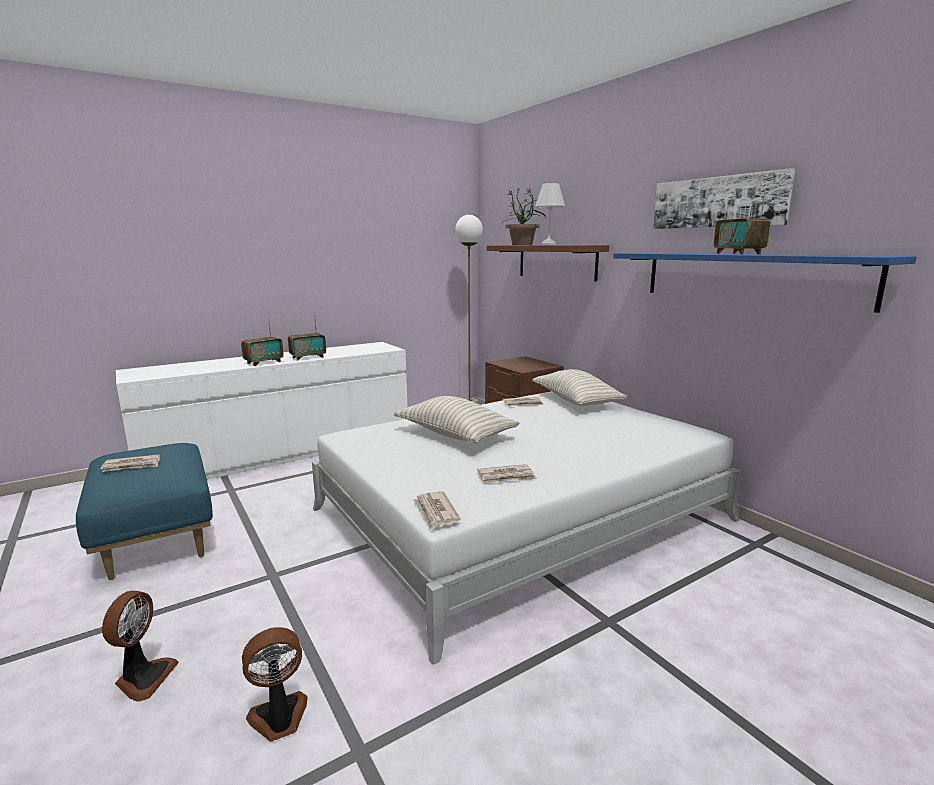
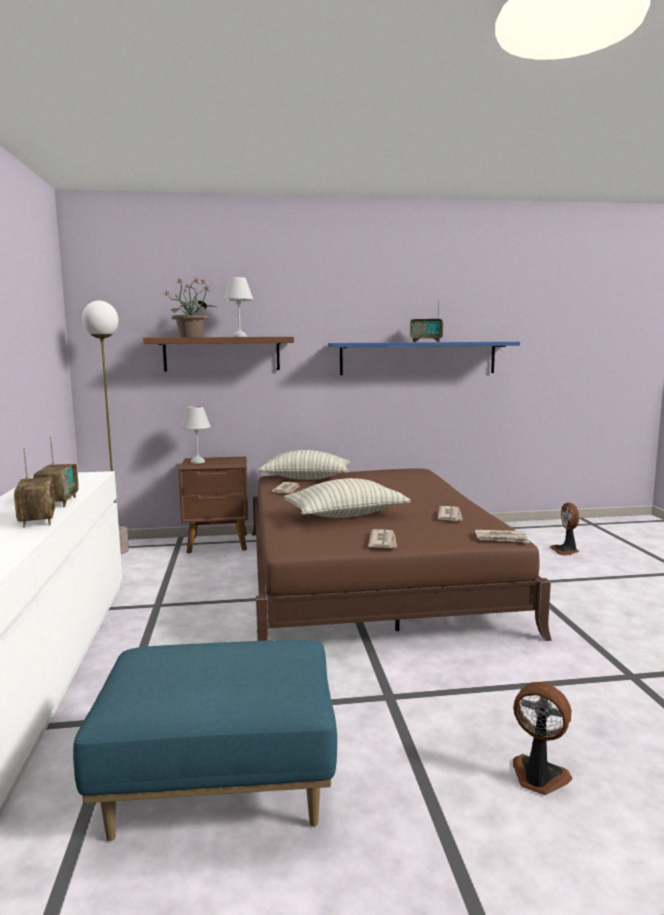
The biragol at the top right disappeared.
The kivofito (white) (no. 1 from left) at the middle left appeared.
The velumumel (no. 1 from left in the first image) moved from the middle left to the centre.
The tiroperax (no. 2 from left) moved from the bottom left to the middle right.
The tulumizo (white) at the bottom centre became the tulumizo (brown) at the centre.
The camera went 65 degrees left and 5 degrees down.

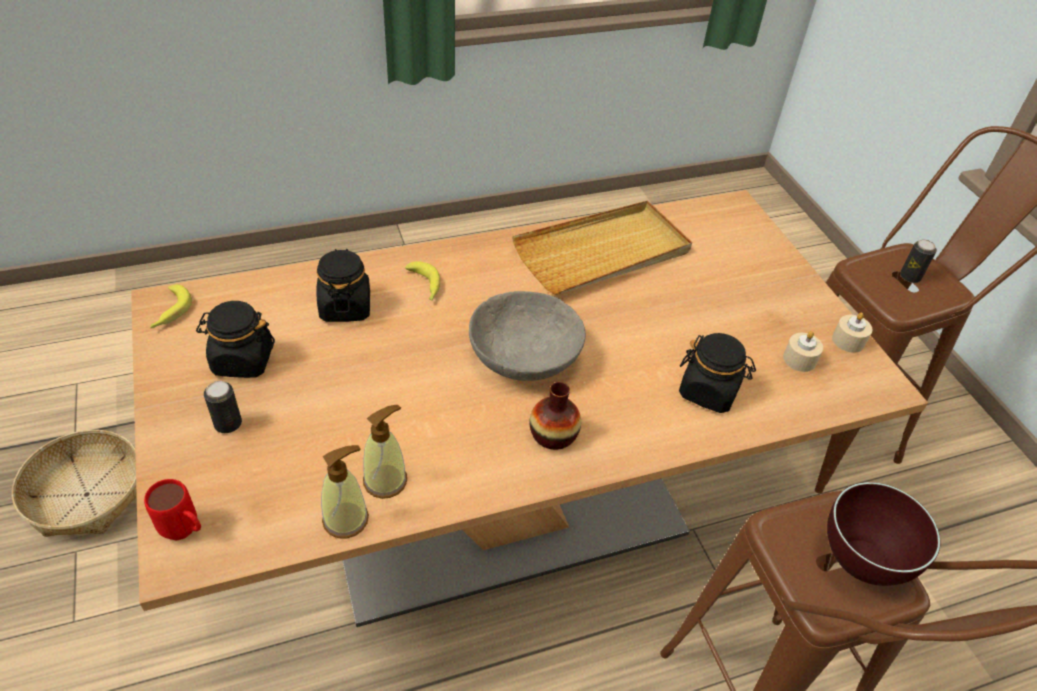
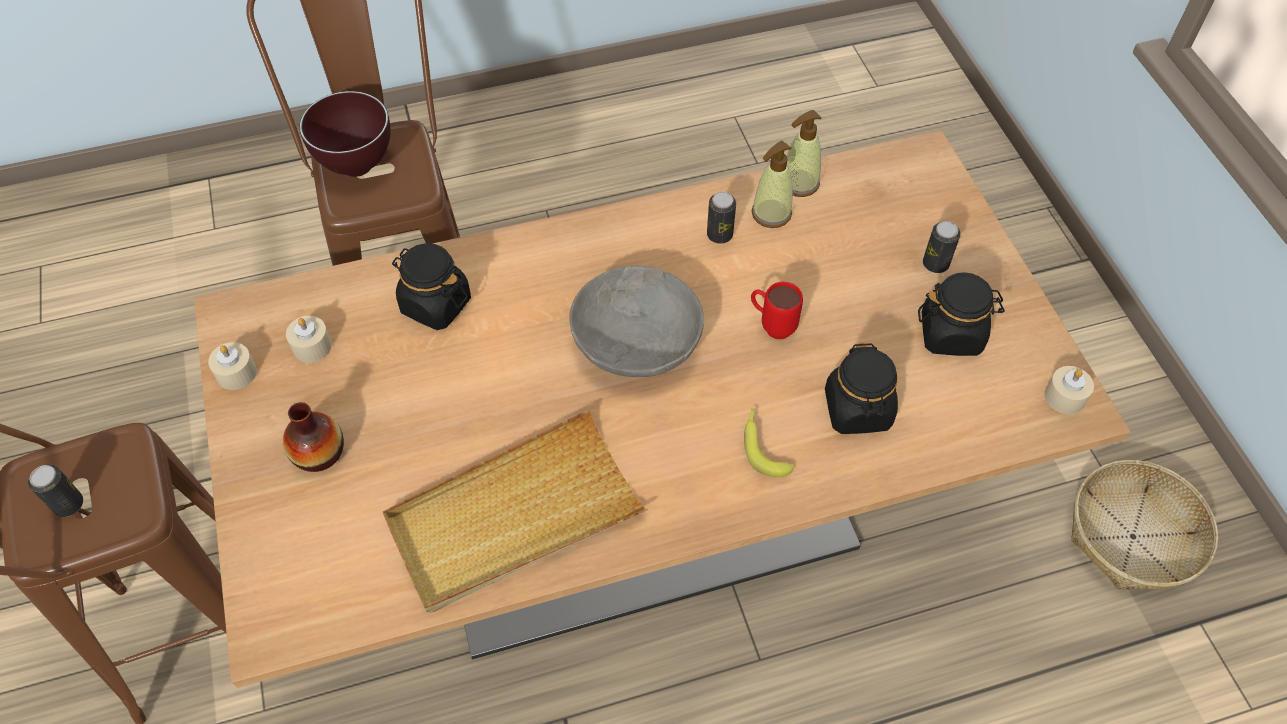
The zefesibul (no. 2 from left) at the top centre appeared.
The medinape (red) moved from the bottom left to the centre.
The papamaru moved from the centre to the middle left.
The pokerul (no. 1 from left) at the middle left was replaced by the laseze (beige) (no. 3 from left) at the middle right.
The camera went 175 degrees left and 10 degrees up.

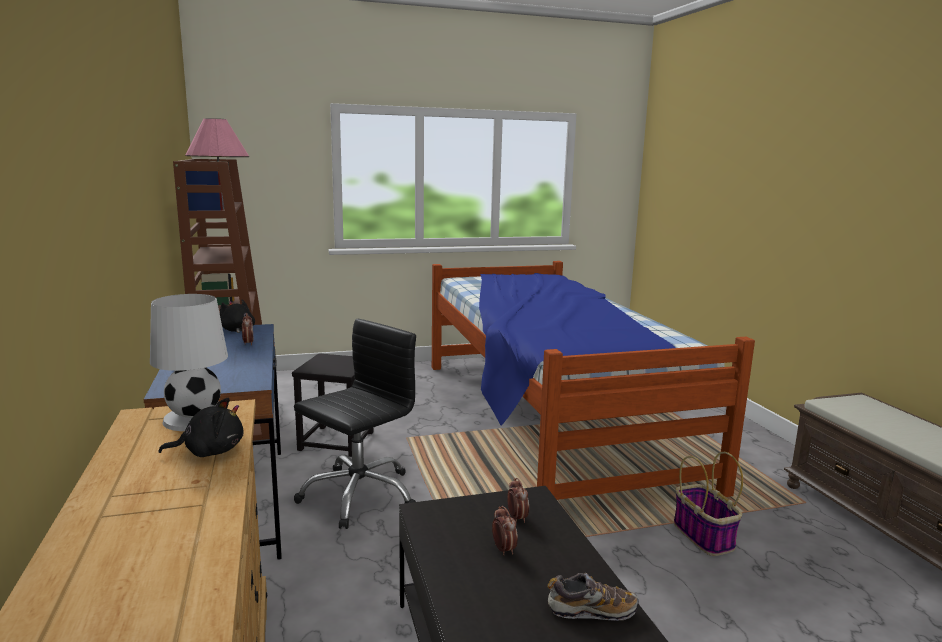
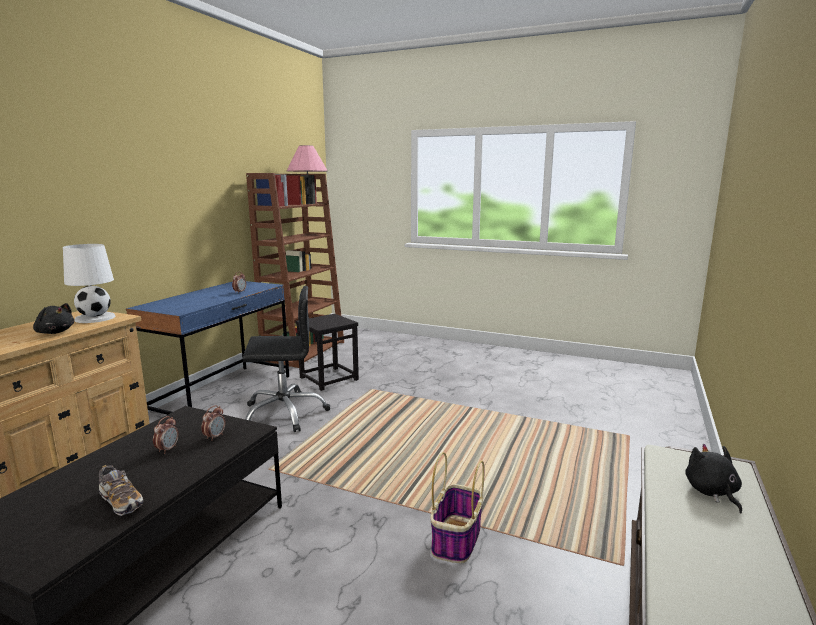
The tulumizo at the centre disappeared.
The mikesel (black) (no. 2 from left) moved from the middle left to the bottom right.
The camera went 40 degrees right and 0 degrees up.

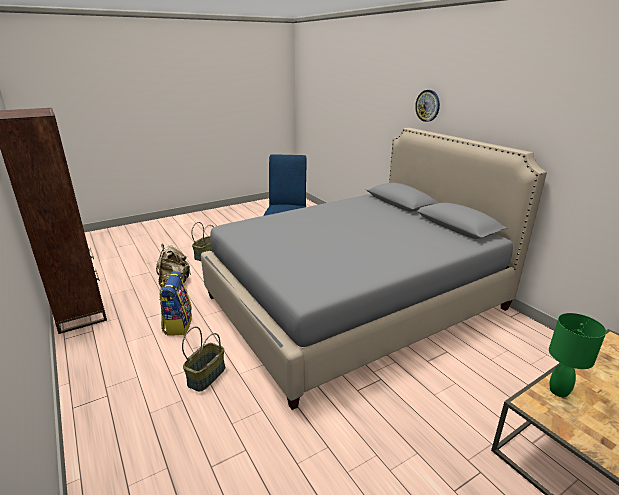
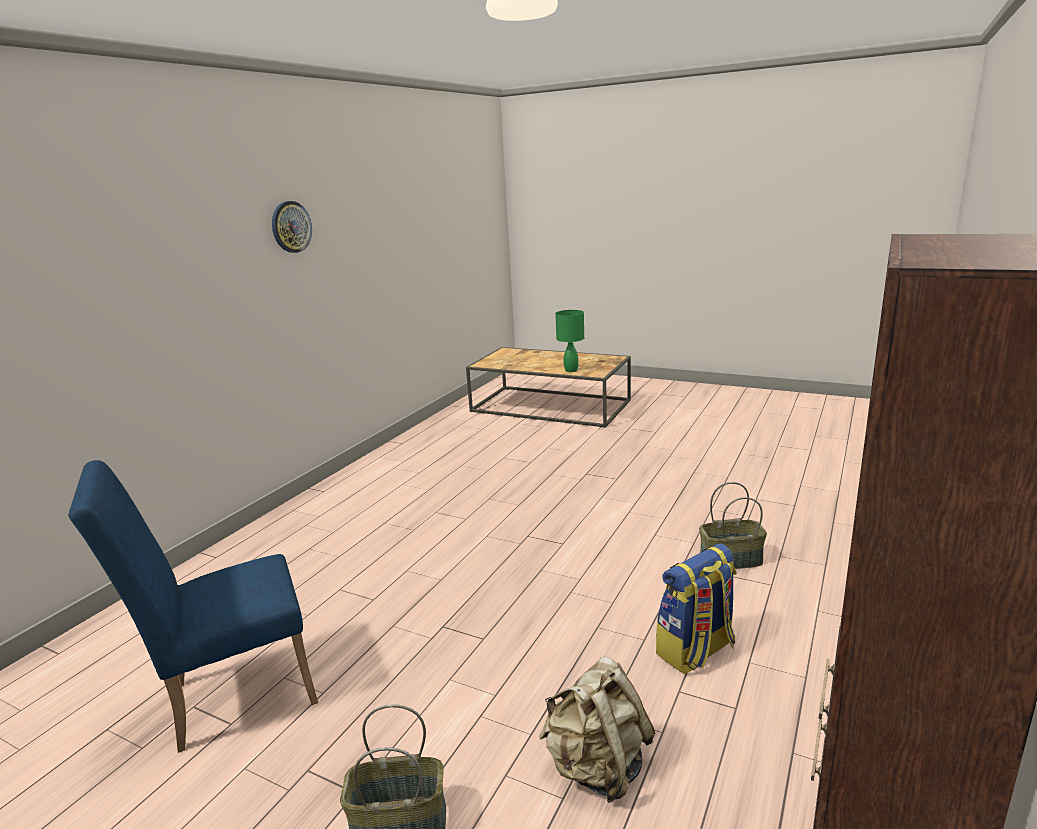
The tulumizo (grey) at the centre disappeared.
The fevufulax moved from the top right to the top left.
The camera went 120 degrees left and 5 degrees down.

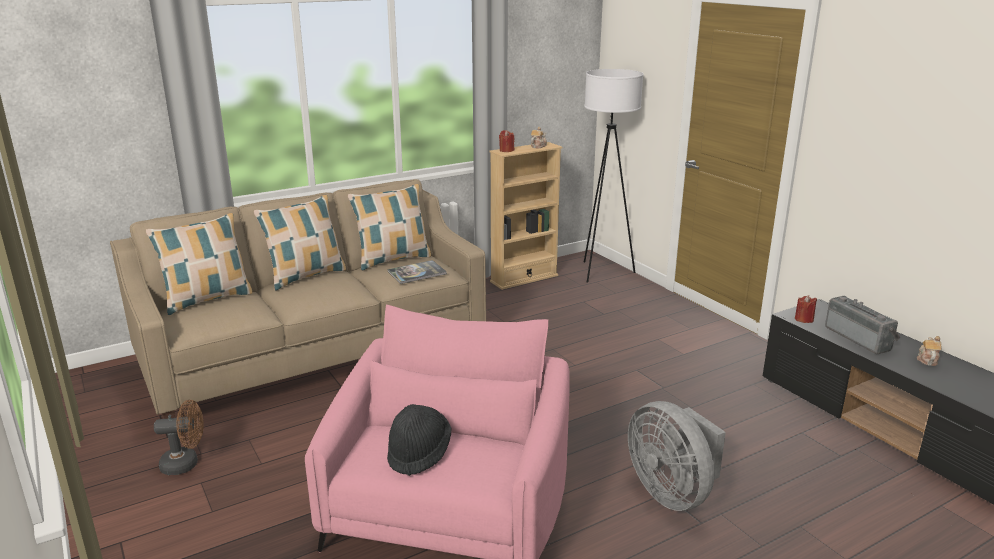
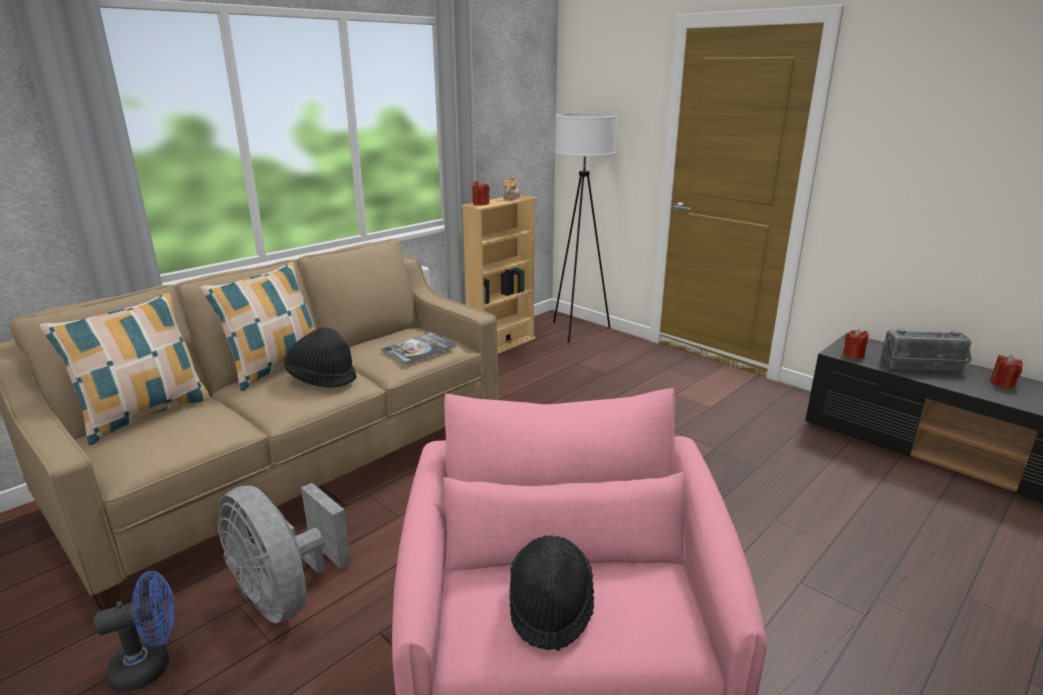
The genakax (no. 3 from left) at the centre disappeared.
The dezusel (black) (no. 1 from left) at the middle left appeared.
The tiroperax (grey) moved from the bottom right to the bottom left.
The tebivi (no. 2 from left) at the middle right was replaced by the laseze (red) (no. 3 from left) at the middle right.
The tiroperax (brown) at the bottom left became the tiroperax (blue) at the bottom left.
The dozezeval at the middle right turned 135 degrees clockwise.
The camera went 15 degrees left and 0 degrees up.

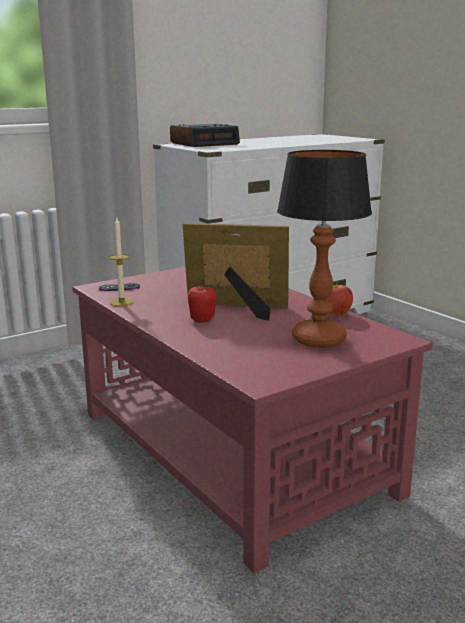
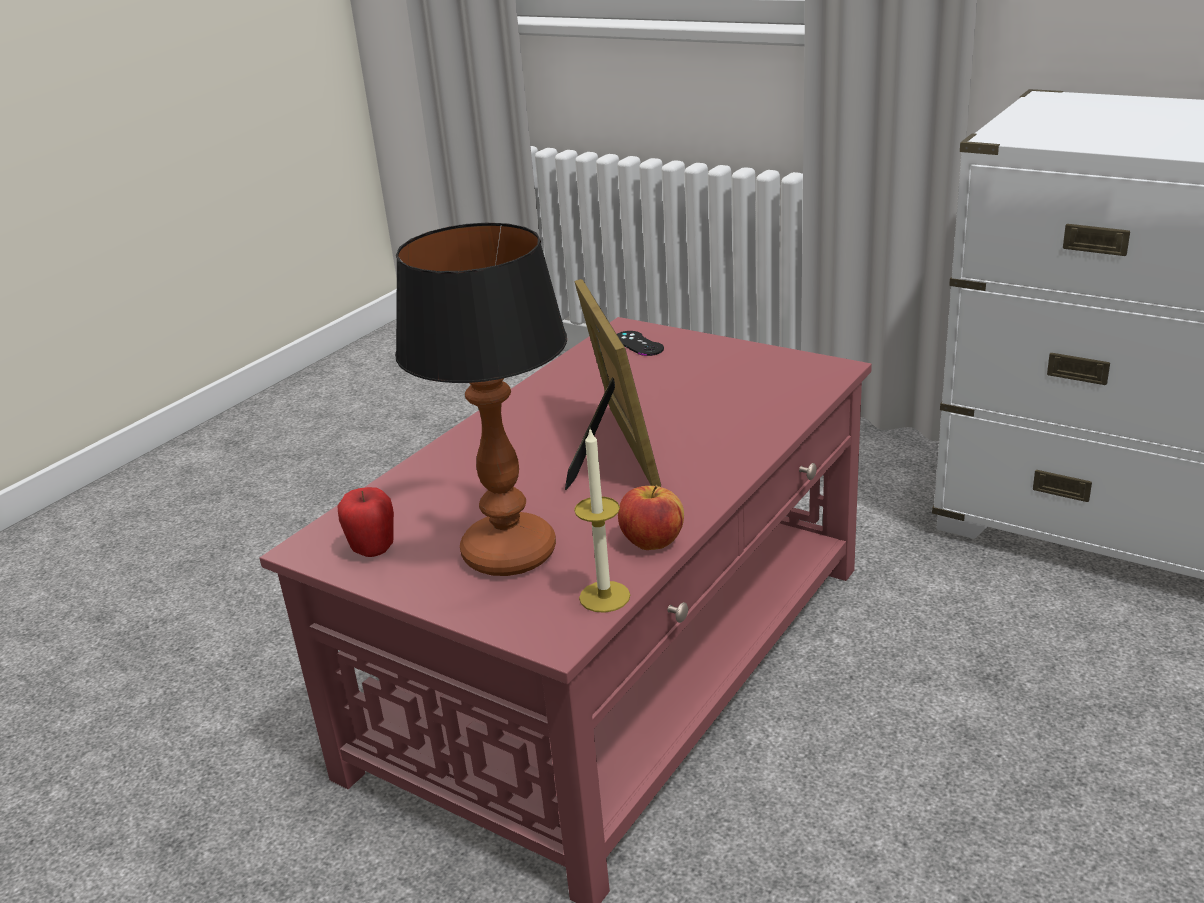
The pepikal at the top centre disappeared.
The laseze moved from the middle left to the centre.
The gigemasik (no. 1 from left) moved from the centre to the middle left.
The camera went 70 degrees right and 10 degrees up.

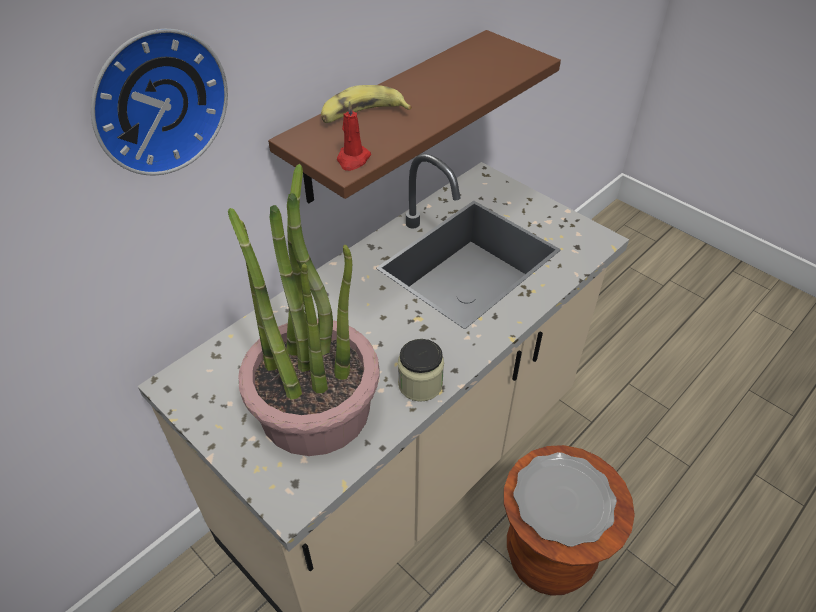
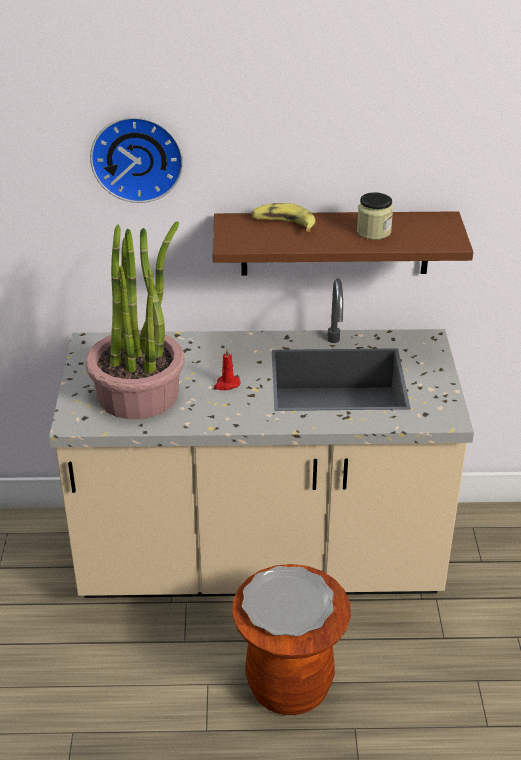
The laseze (red) moved from the top centre to the centre.
The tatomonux moved from the centre to the top right.
The camera went 45 degrees right and 10 degrees down.

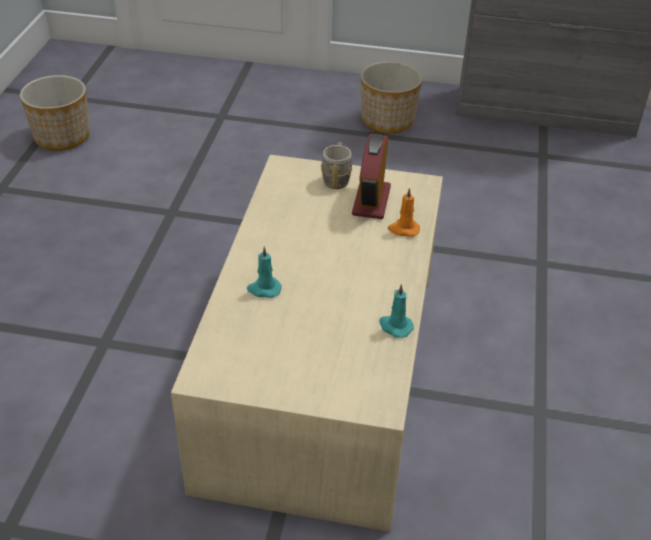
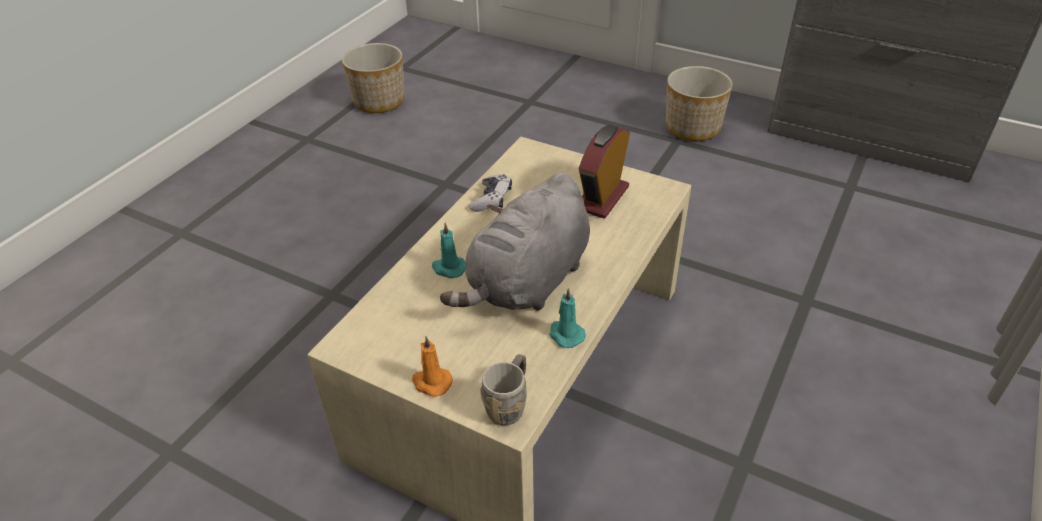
The mikesel (grey) at the centre appeared.
The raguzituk at the centre appeared.
The medinape (grey) moved from the top centre to the bottom centre.
The laseze (orange) moved from the centre to the bottom centre.
The camera went 20 degrees right and 0 degrees up.

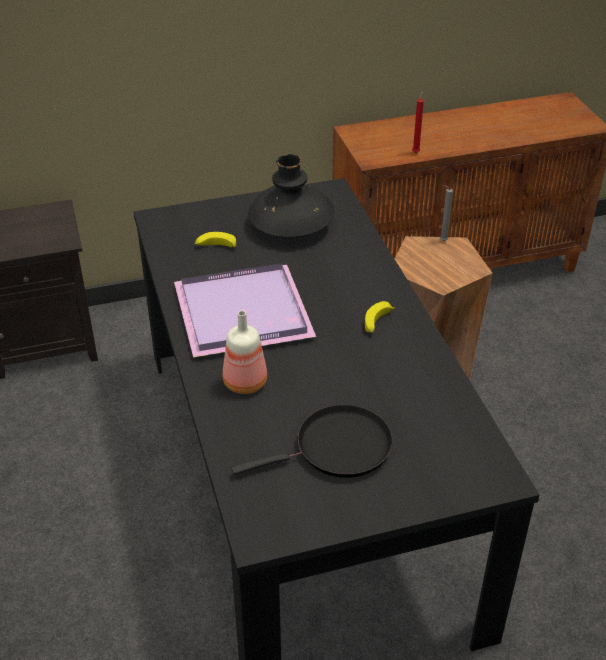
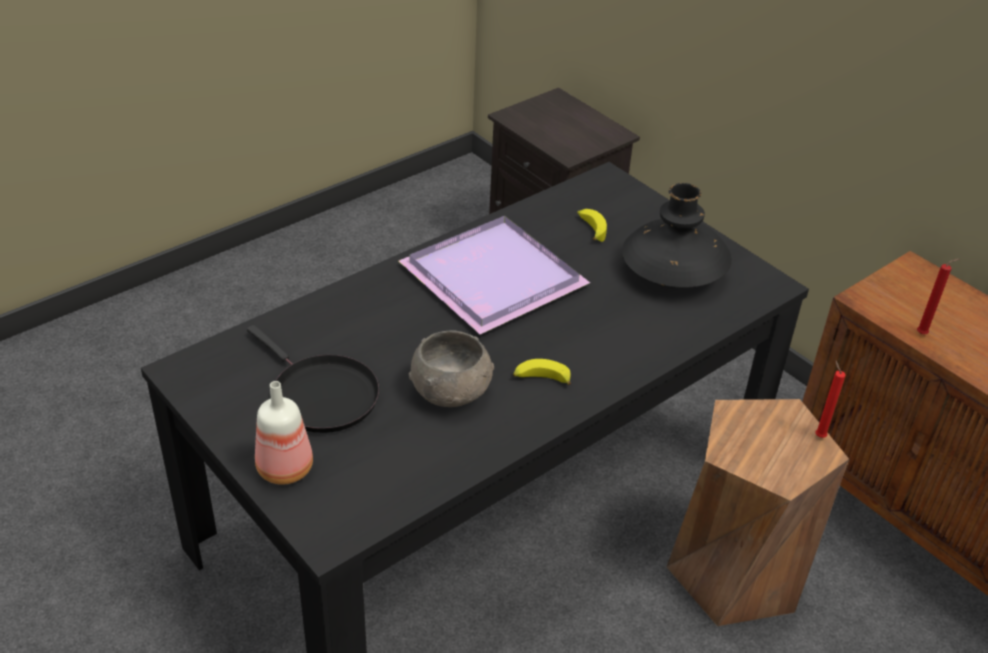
The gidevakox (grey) at the centre appeared.
The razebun moved from the centre to the middle left.
The laseze (grey) at the top right became the laseze (red) (no. 1 from left) at the middle right.
The camera went 65 degrees right and 0 degrees up.

